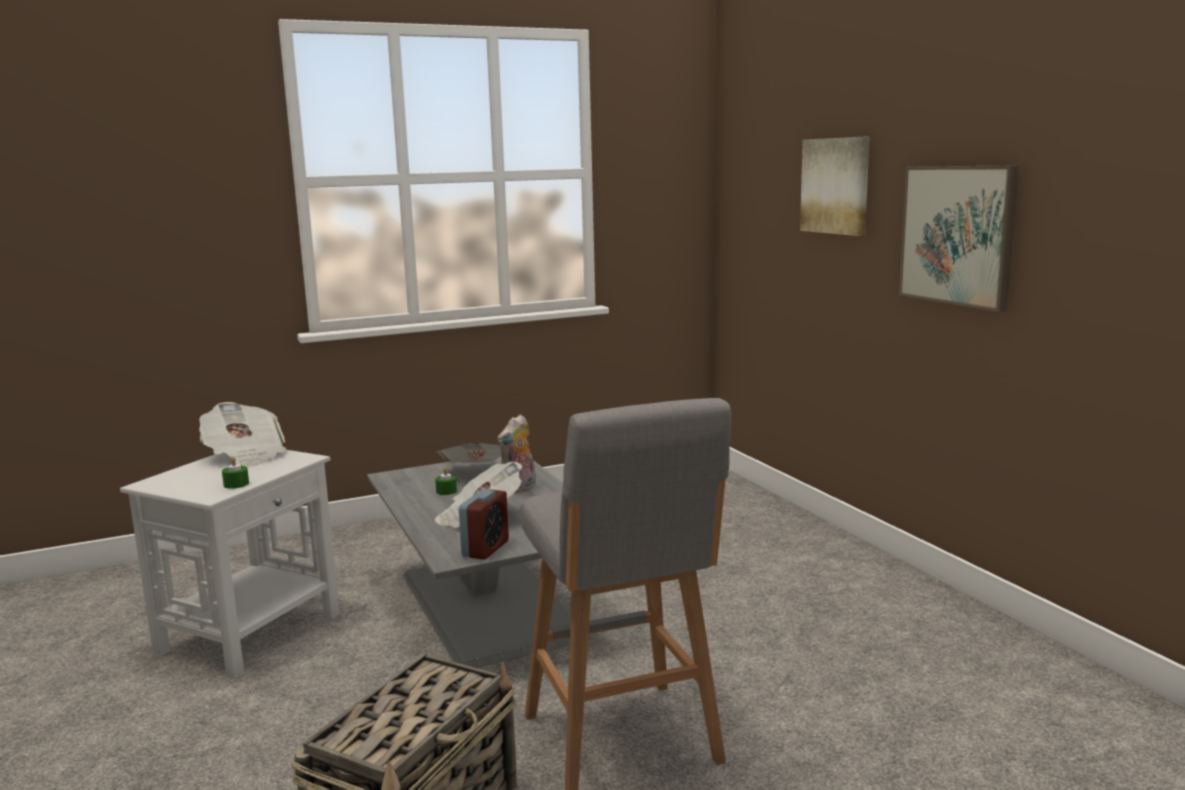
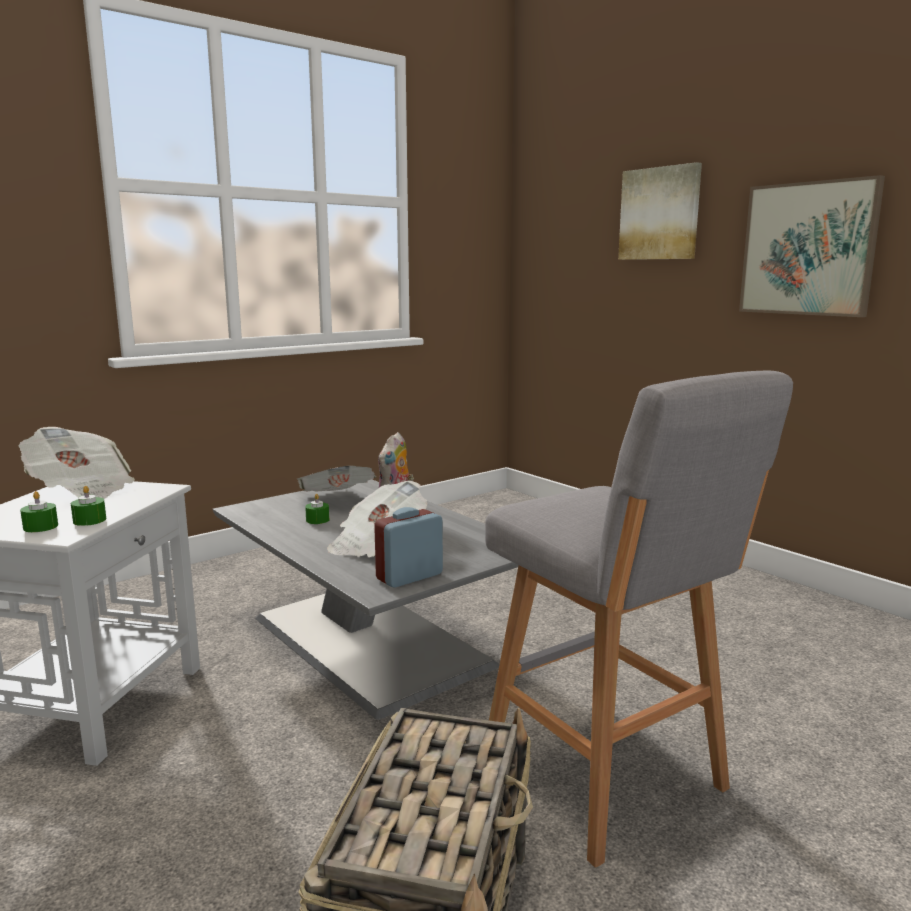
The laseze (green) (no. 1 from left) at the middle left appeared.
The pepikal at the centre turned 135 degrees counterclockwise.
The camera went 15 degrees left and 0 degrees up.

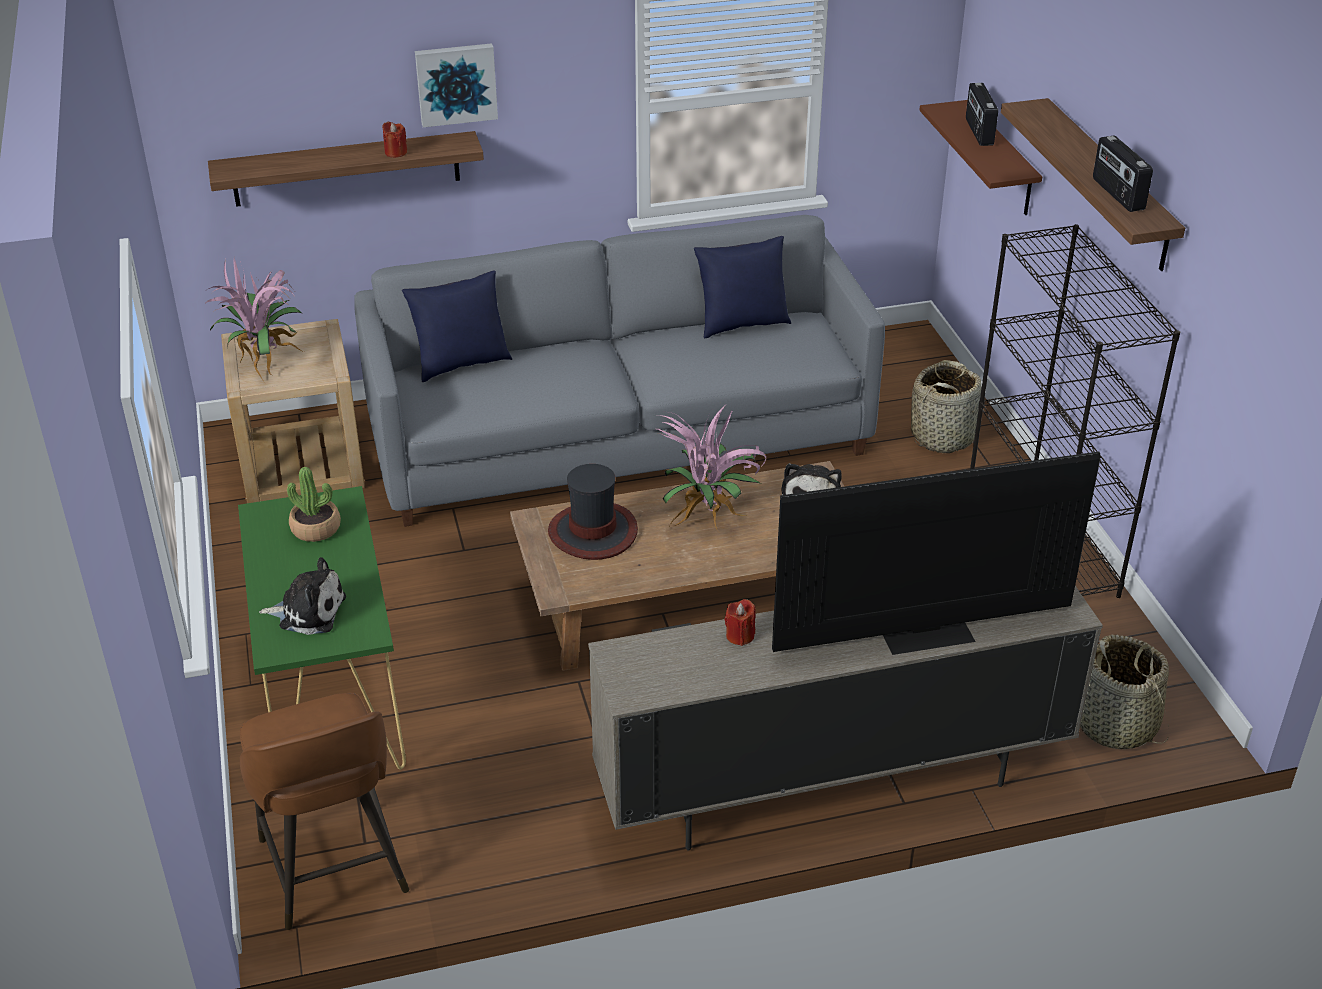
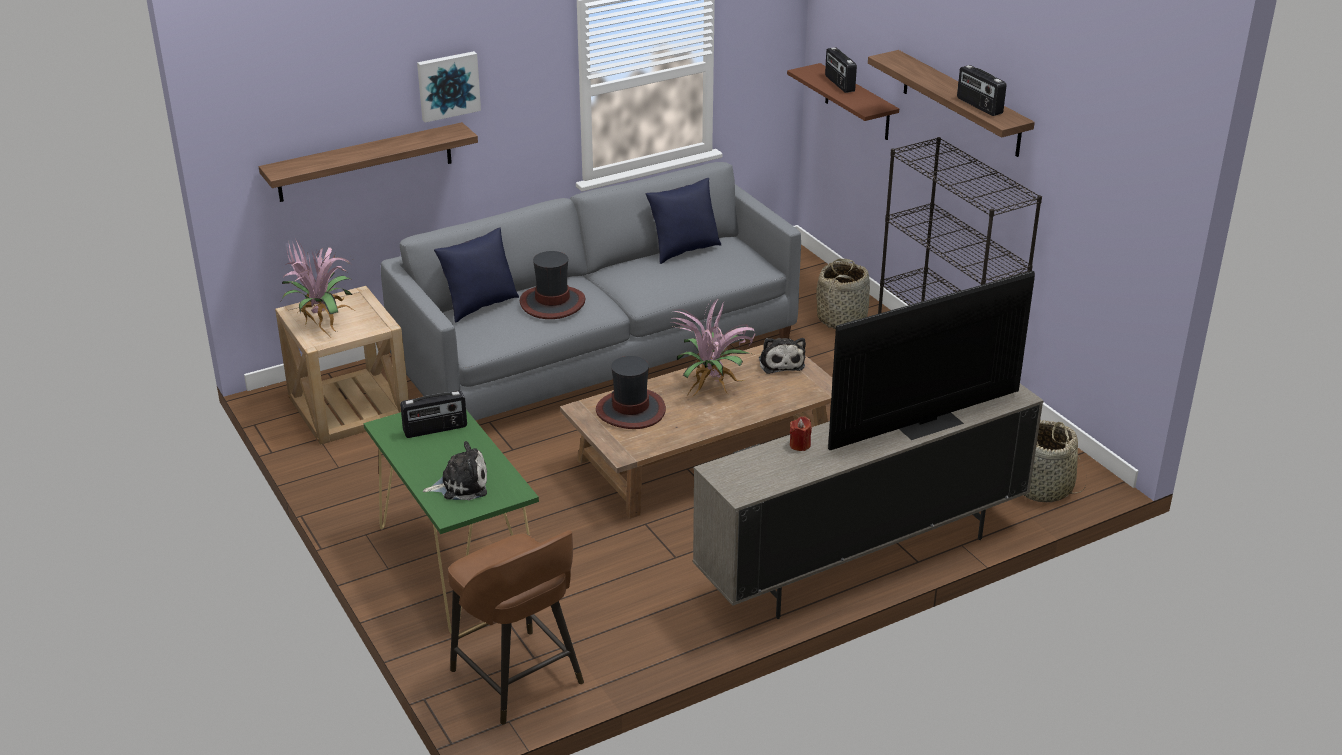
The laseze (red) (no. 1 from left) at the top left disappeared.
The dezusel (no. 1 from left) at the centre appeared.
The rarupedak (no. 2 from left) at the middle left was replaced by the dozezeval (no. 1 from left) at the middle left.
The camera went 15 degrees left and 5 degrees down.

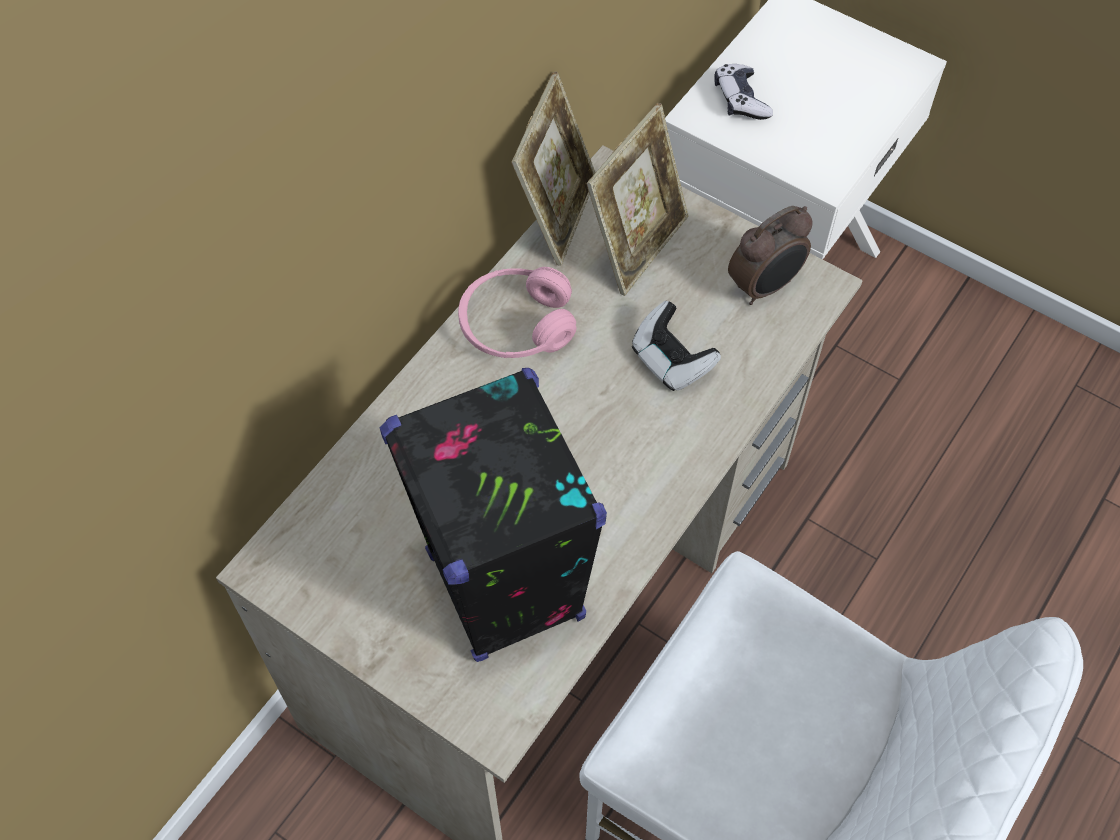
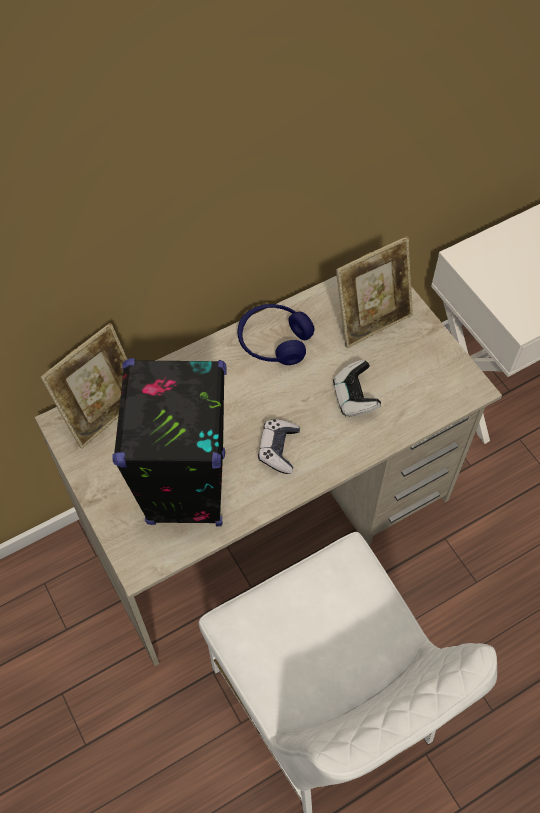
The pepikal at the top right disappeared.
The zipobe (no. 1 from left) moved from the top centre to the middle left.
The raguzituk (no. 2 from left in the first image) moved from the top centre to the centre.
The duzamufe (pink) at the centre became the duzamufe (blue) at the centre.
The camera went 25 degrees right and 0 degrees up.

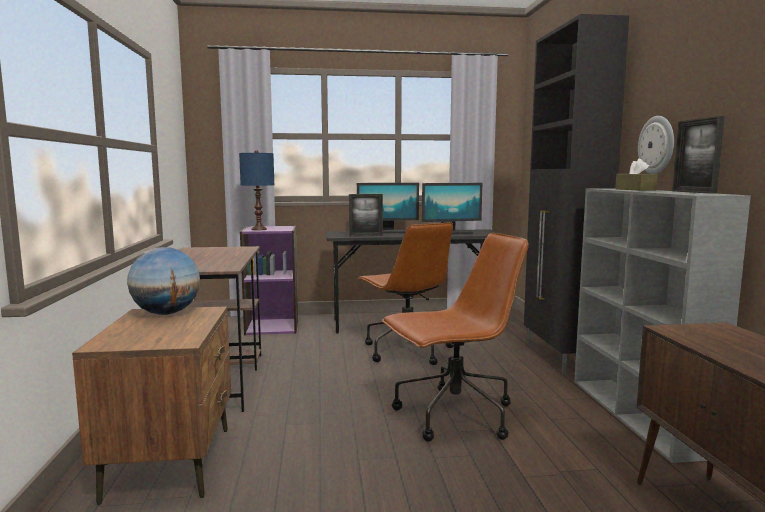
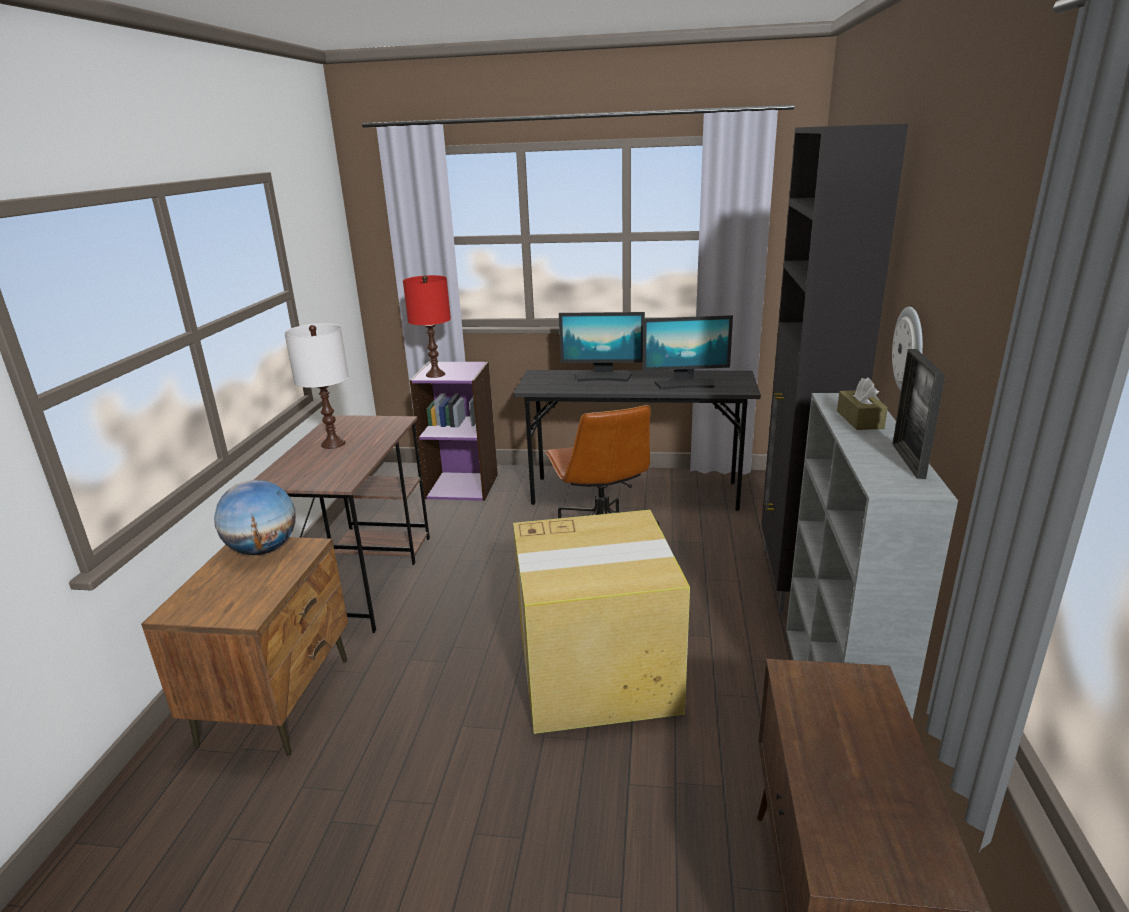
The zipobe (no. 1 from left) at the centre disappeared.
The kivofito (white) at the middle left appeared.
The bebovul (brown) (no. 2 from left) at the centre was replaced by the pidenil at the bottom centre.
The kivofito (blue) at the centre became the kivofito (red) at the centre.
The camera went 15 degrees right and 15 degrees up.

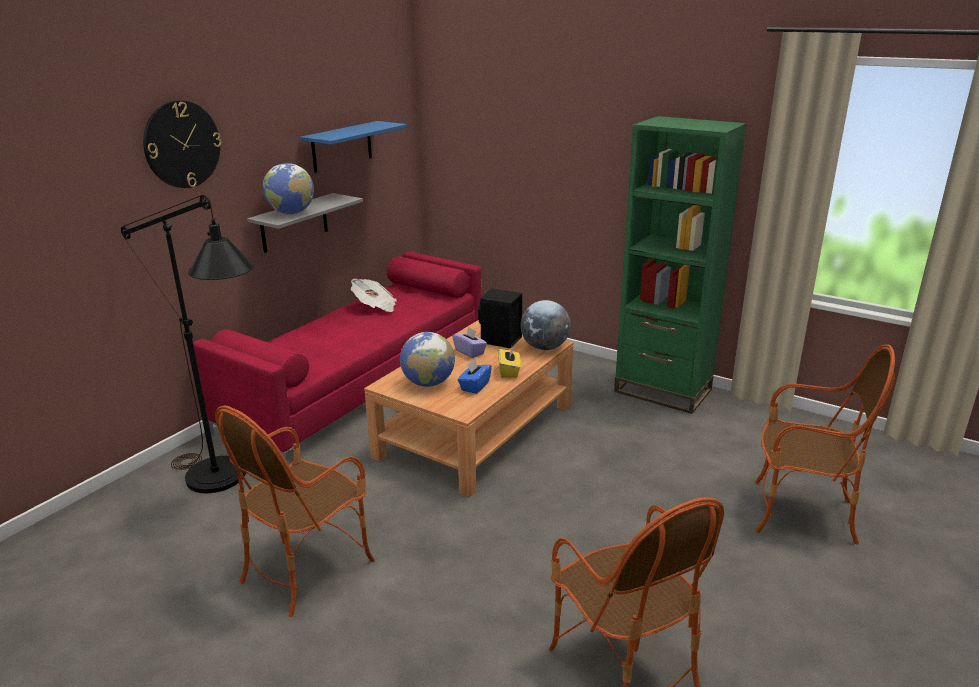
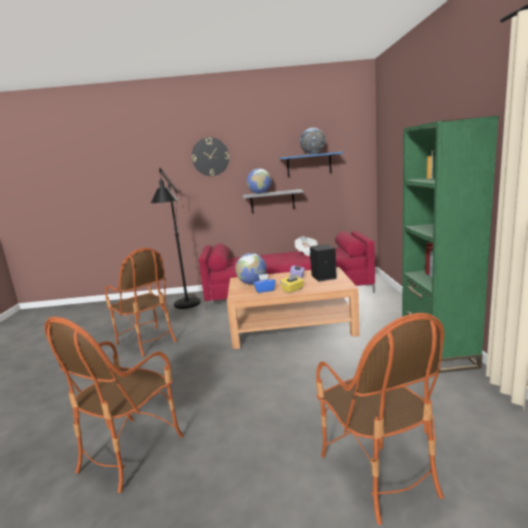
The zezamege (no. 3 from left) moved from the centre to the top centre.
The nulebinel (no. 1 from left in the first image) at the bottom left turned 135 degrees counterclockwise.
The camera went 55 degrees right and 10 degrees down.

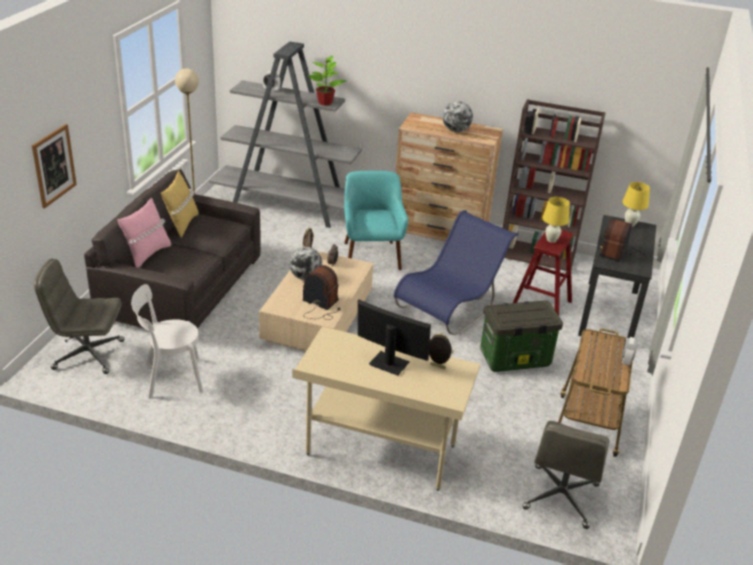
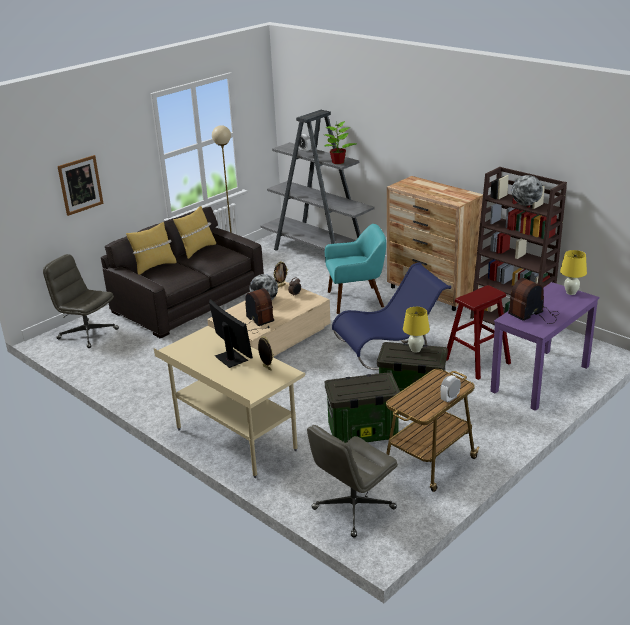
The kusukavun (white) at the middle left disappeared.
The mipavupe (no. 1 from left) at the centre appeared.
The zezamege (no. 2 from left) moved from the top centre to the top right.
The kivofito (yellow) (no. 1 from left) moved from the middle right to the centre.
The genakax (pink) at the middle left became the genakax (yellow) (no. 1 from left) at the middle left.
The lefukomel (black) at the middle right became the lefukomel (purple) at the middle right.
The nulebinel (turquoise) at the centre turned 60 degrees clockwise.
The camera went 30 degrees right and 5 degrees down.

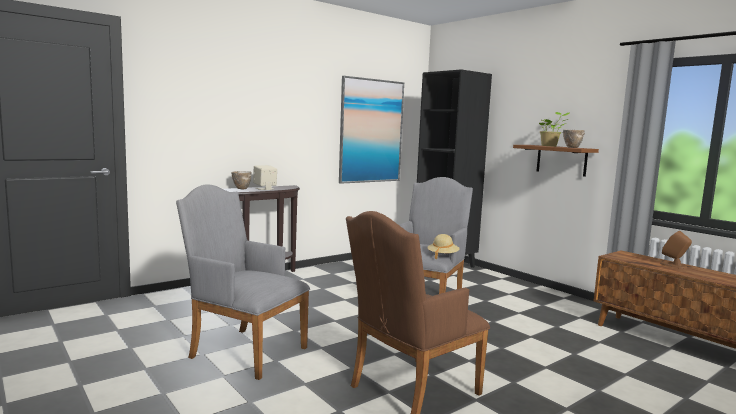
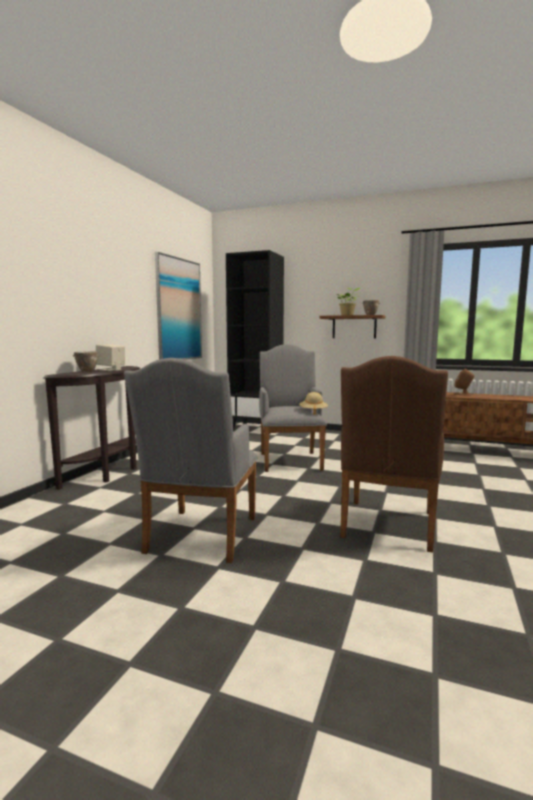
The nulebinel (grey) (no. 1 from left) at the bottom left turned 75 degrees counterclockwise.
The camera went 30 degrees left and 0 degrees up.

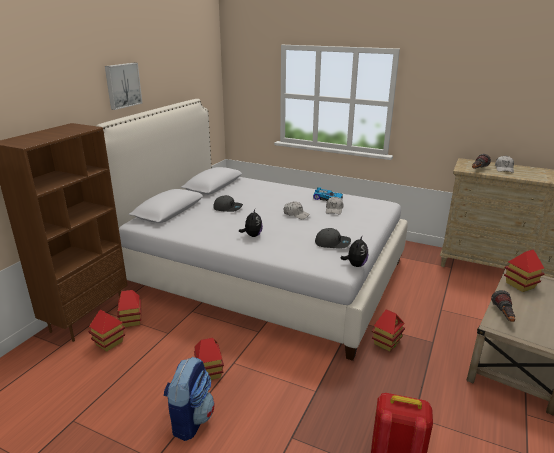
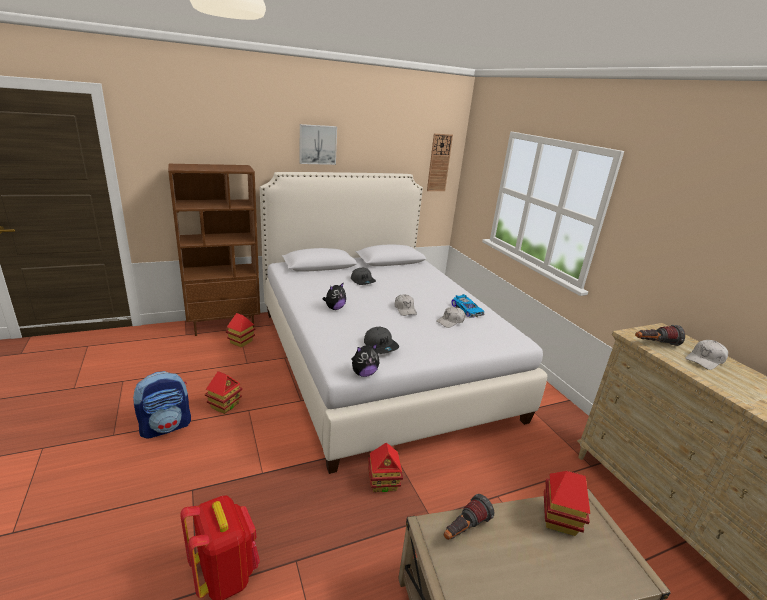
The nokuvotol (no. 1 from left) at the bottom left disappeared.
The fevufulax at the top centre appeared.
The camera went 40 degrees right and 0 degrees up.

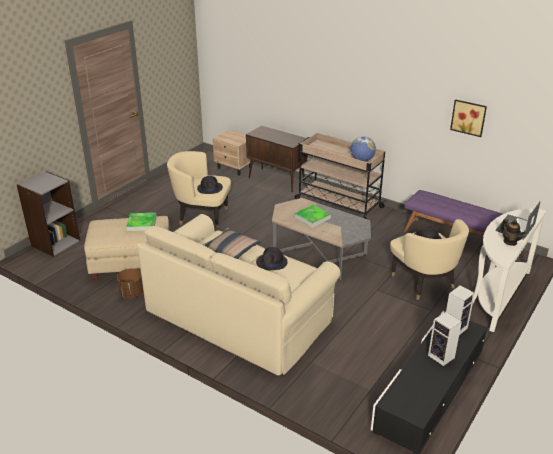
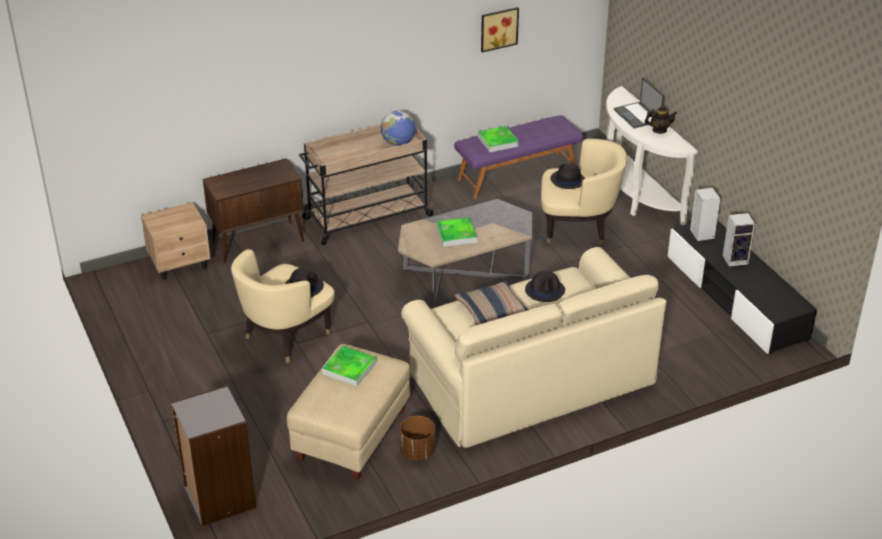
The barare (no. 3 from left) at the top centre appeared.
The camera went 60 degrees left and 5 degrees up.

